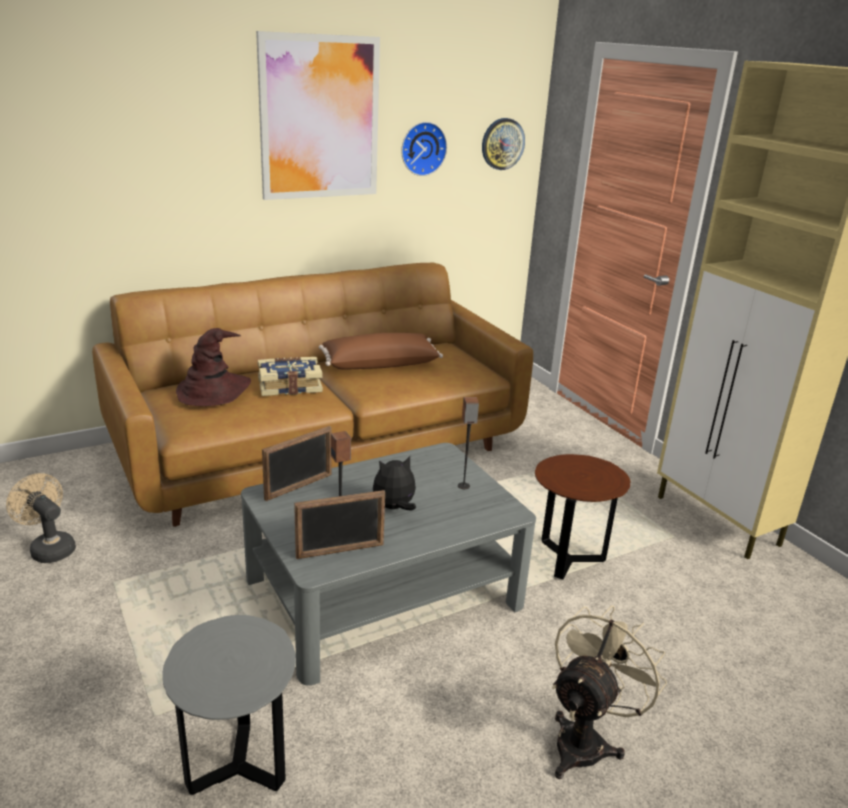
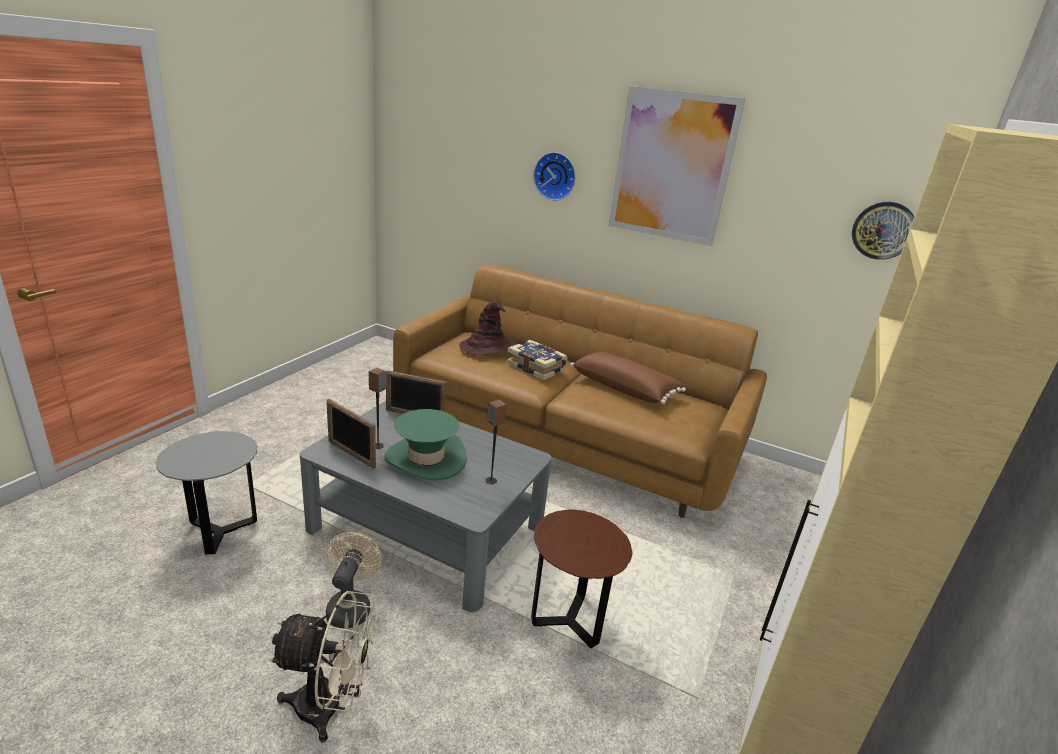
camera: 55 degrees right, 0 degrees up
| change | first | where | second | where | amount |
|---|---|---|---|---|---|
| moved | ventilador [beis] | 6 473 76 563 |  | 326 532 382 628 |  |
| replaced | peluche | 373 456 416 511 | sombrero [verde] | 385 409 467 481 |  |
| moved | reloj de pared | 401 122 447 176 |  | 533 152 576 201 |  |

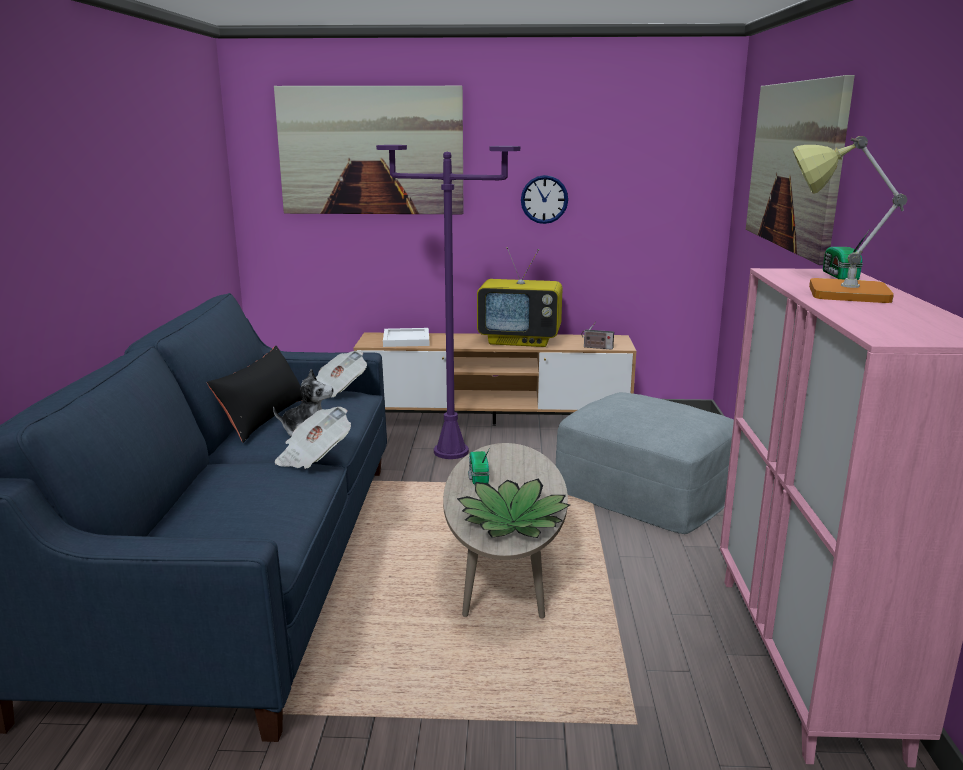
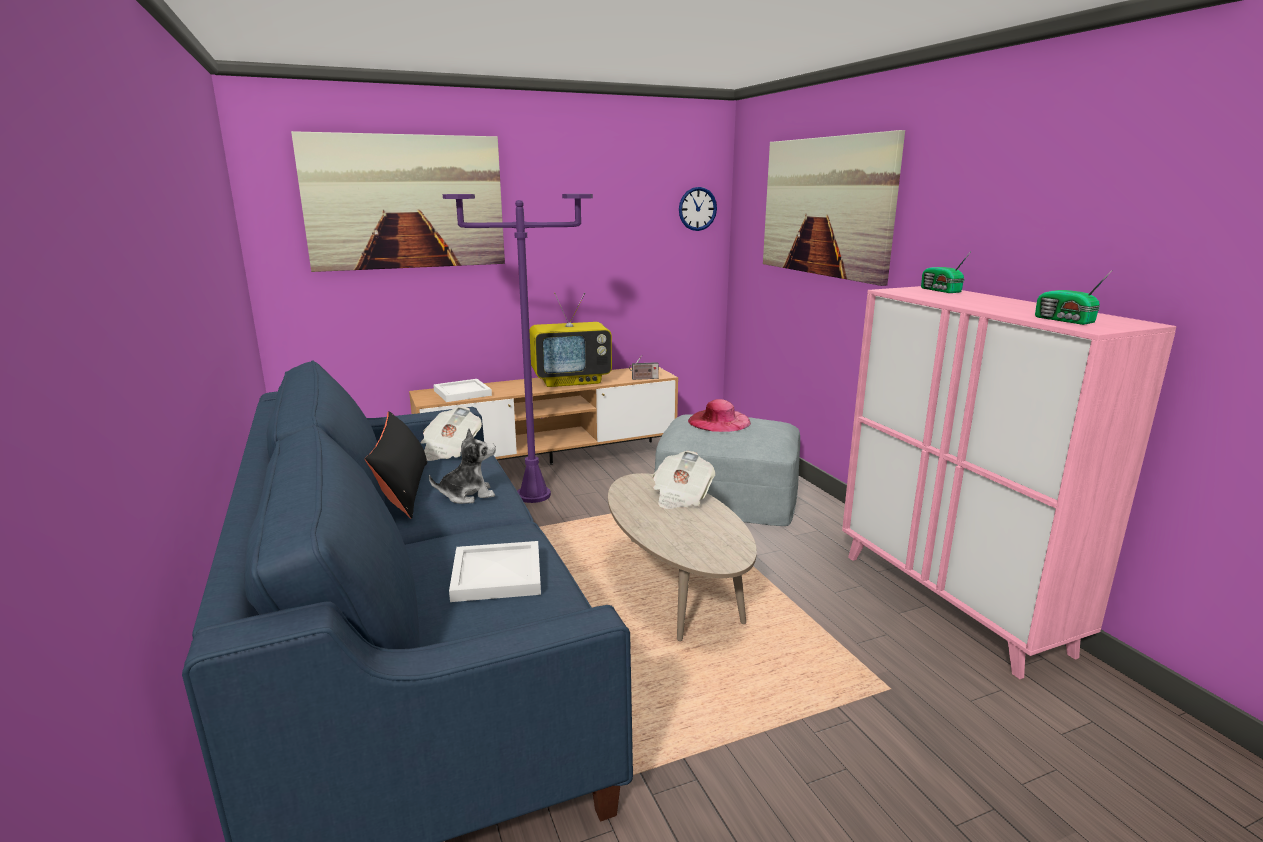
camera: 25 degrees left, 0 degrees up
| change | first | where | second | where | amount |
|---|---|---|---|---|---|
| moved | periódico | 275 407 351 469 |  | 653 451 716 509 |  |
| removed | planta en maceta | 457 479 570 538 |  |  |  |
| moved | radio | 468 449 490 485 |  | 1035 272 1111 325 |  |
| moved | reloj de pared | 521 175 568 224 |  | 679 187 717 231 |  |
| removed | lámpara de mesa | 792 136 907 303 |  |  |  |
| added |  |  | bandeja [blanco] | 449 541 541 602 |  |
| added |  |  | sombrero [rosa] | 688 399 751 432 |  |

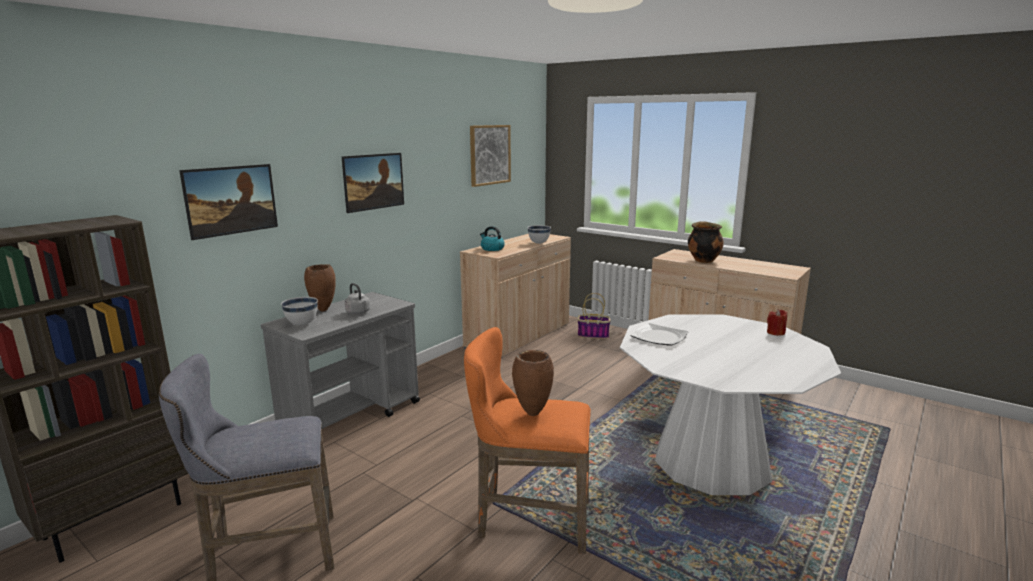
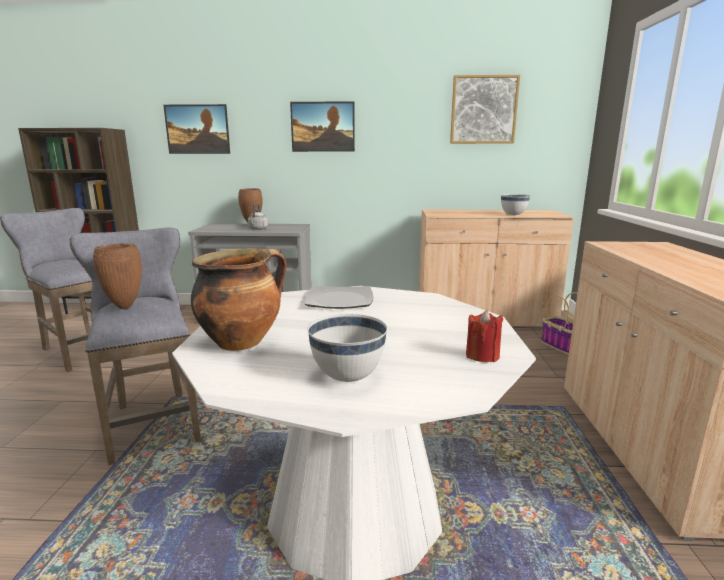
camera: 55 degrees right, 0 degrees up
| change | first | where | second | where | amount |
|---|---|---|---|---|---|
| moved | cuenco [blanco] | 281 297 318 326 |  | 308 314 387 382 |  |
| recoloured | taburete [naranja] | 464 327 591 554 | taburete [gris] | 69 228 201 465 |  |
| removed | hervidor | 480 226 505 251 |  |  |  |
| moved | olla | 688 221 724 263 |  | 191 248 287 351 |  |

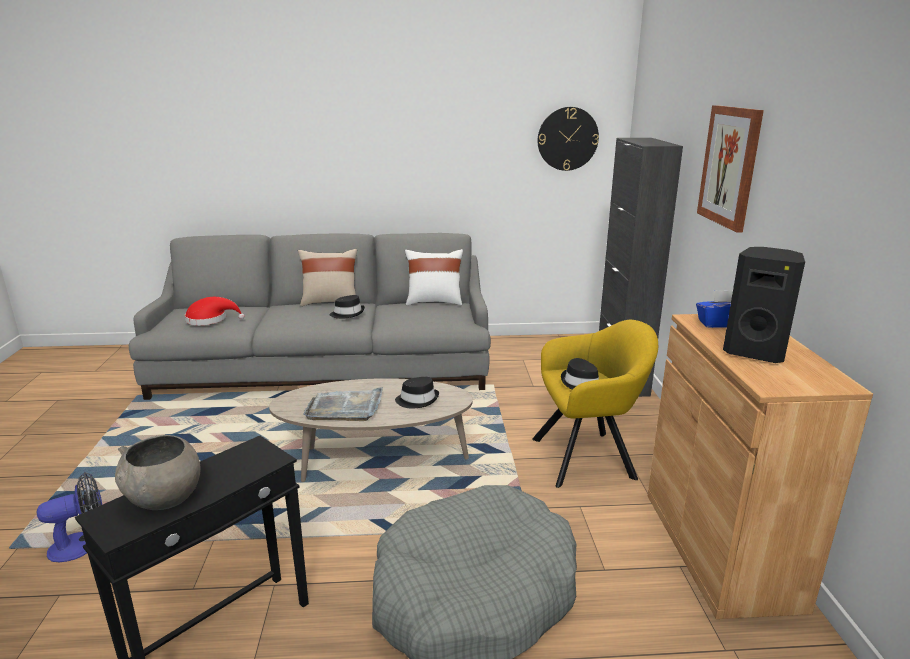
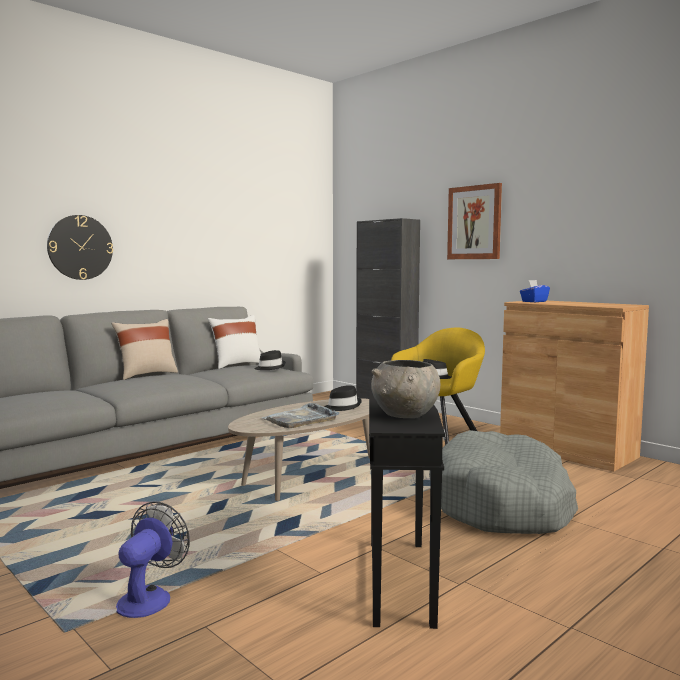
camera: 40 degrees left, 15 degrees down
| change | first | where | second | where | amount |
|---|---|---|---|---|---|
| removed | sombrero [rojo] | 185 297 245 325 |  |  |  |
| moved | sombrero [negro] | 330 295 365 319 |  | 254 350 286 370 |  |
| moved | reloj de pared | 538 107 599 171 |  | 47 215 113 280 |  |
| removed | altavoz [negro] | 723 247 805 363 |  |  |  |

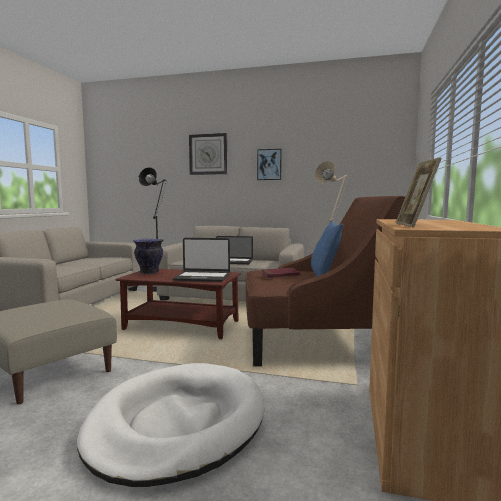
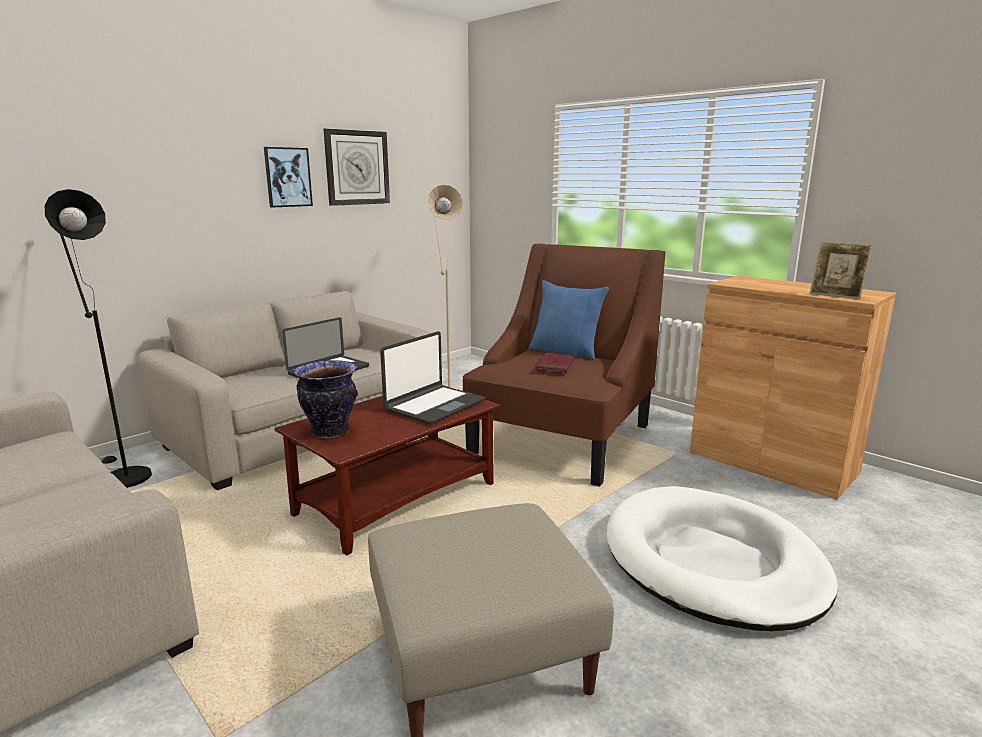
camera: 60 degrees left, 10 degrees up
| change | first | where | second | where | amount |
|---|---|---|---|---|---|
| moved | reloj de pared | 189 133 227 175 |  | 324 128 390 206 |  |

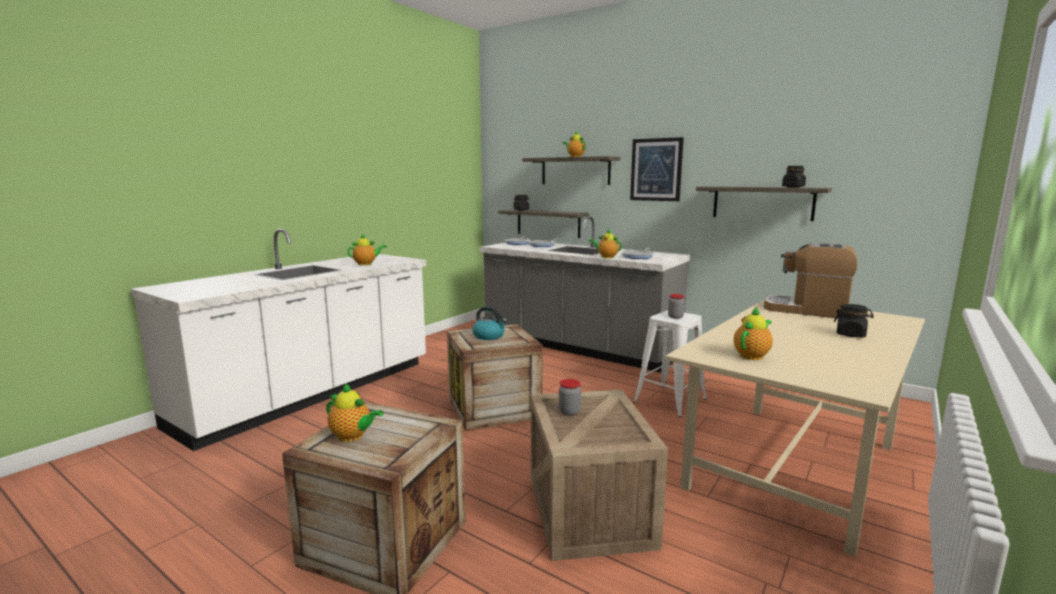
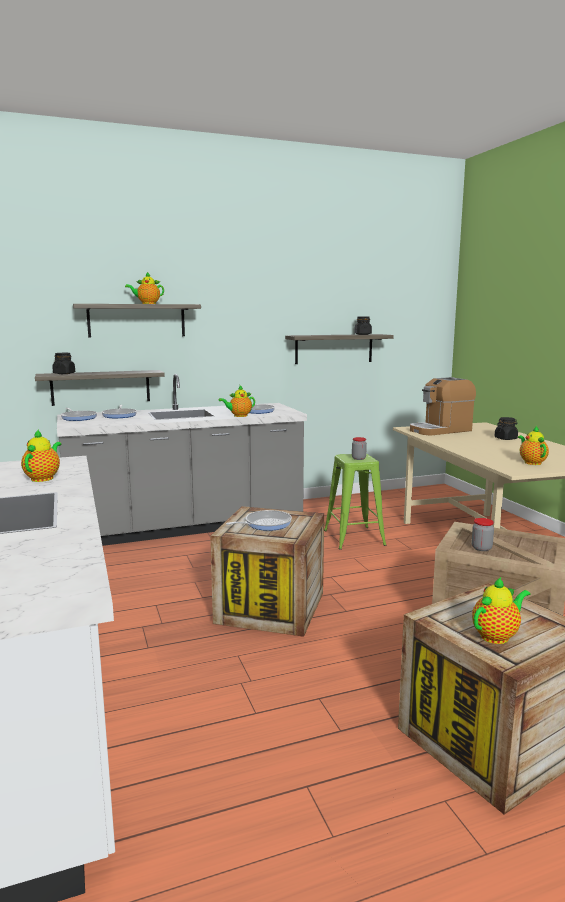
camera: 55 degrees left, 0 degrees up
| change | first | where | second | where | amount |
|---|---|---|---|---|---|
| replaced | hervidor | 472 306 507 340 | sartén | 226 510 292 531 |  |
| removed | cuadro | 630 137 684 201 |  |  |  |
| recoloured | taburete [blanco] | 633 310 707 417 | taburete [verde] | 324 454 386 550 |  |

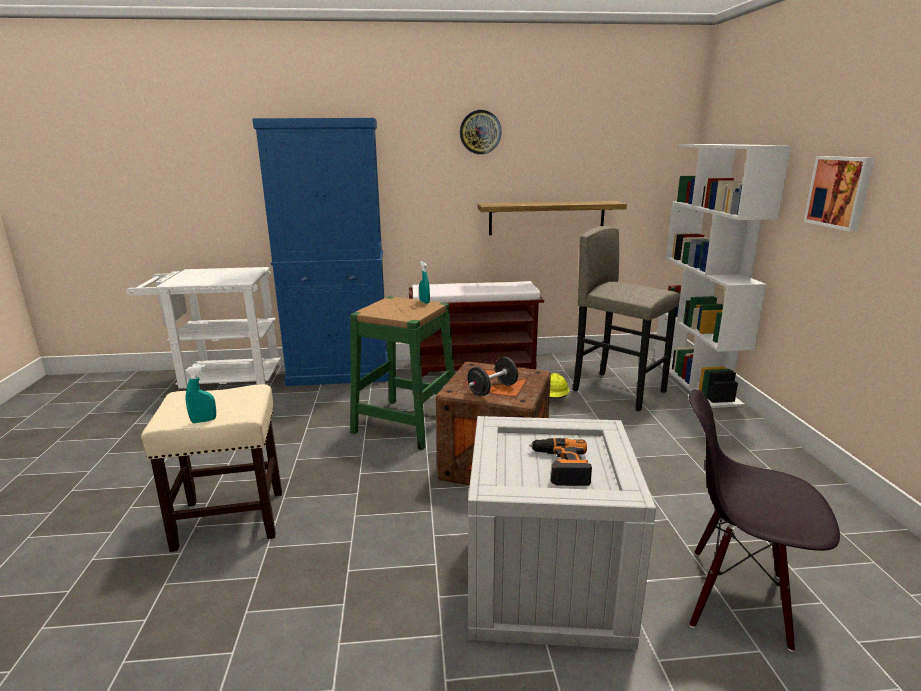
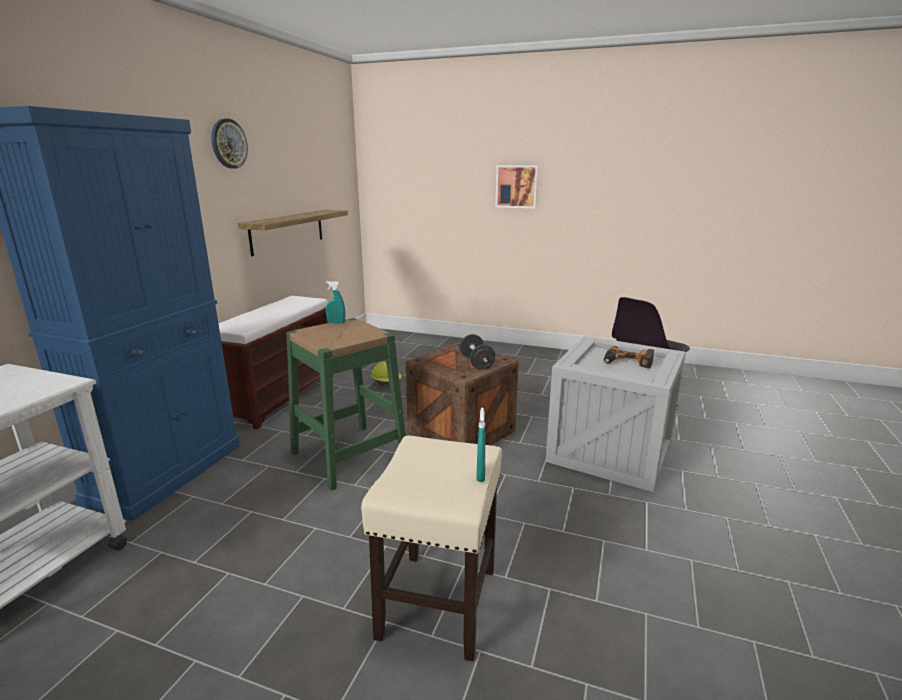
camera: 65 degrees left, 0 degrees up
| change | first | where | second | where | amount |
|---|---|---|---|---|---|
| removed | taburete [gris] | 573 226 680 411 |  |  |  |
| removed | estantería [blanco] | 654 144 792 408 |  |  |  |

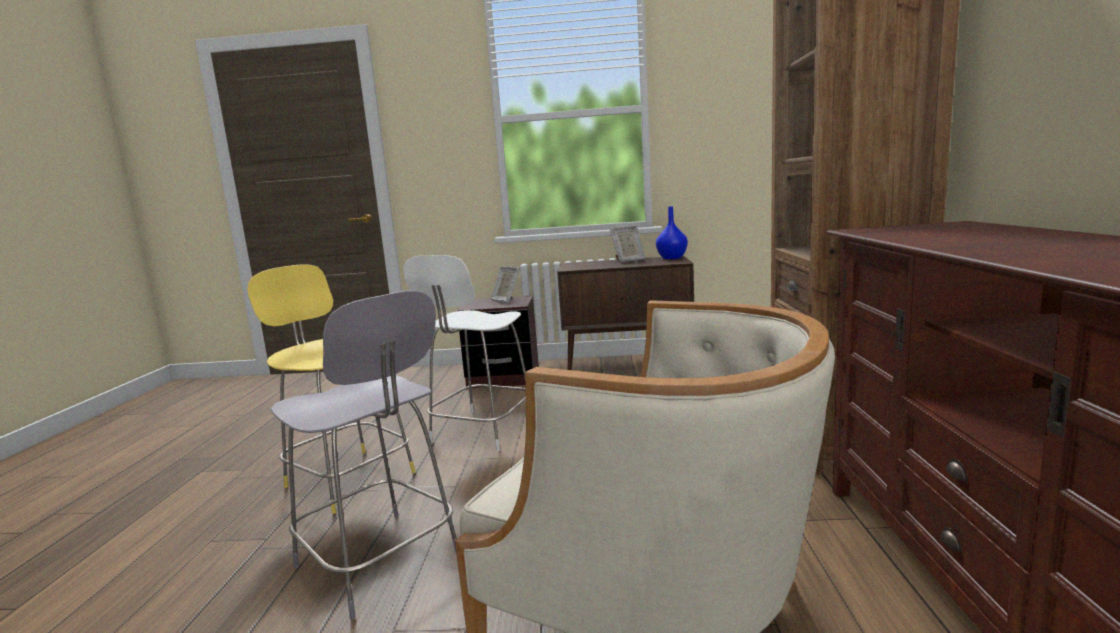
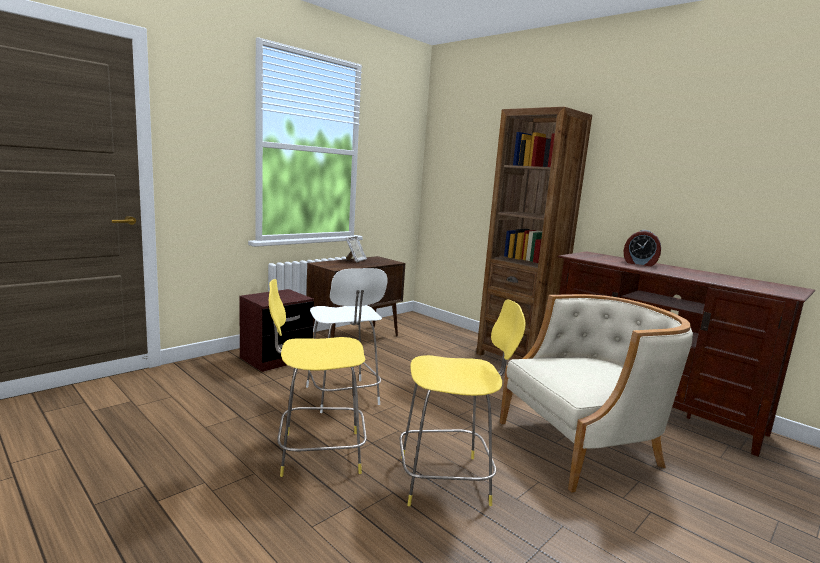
camera: 50 degrees left, 0 degrees up
| change | first | where | second | where | amount |
|---|---|---|---|---|---|
| recoloured | taburete [gris] | 271 291 457 620 | taburete [amarillo] | 399 299 526 506 |  |
| removed | portarretratos | 491 266 520 303 |  |  |  |
| removed | florero [azul] | 656 206 688 259 |  |  |  |
| added |  |  | despertador | 624 230 661 266 |  |

